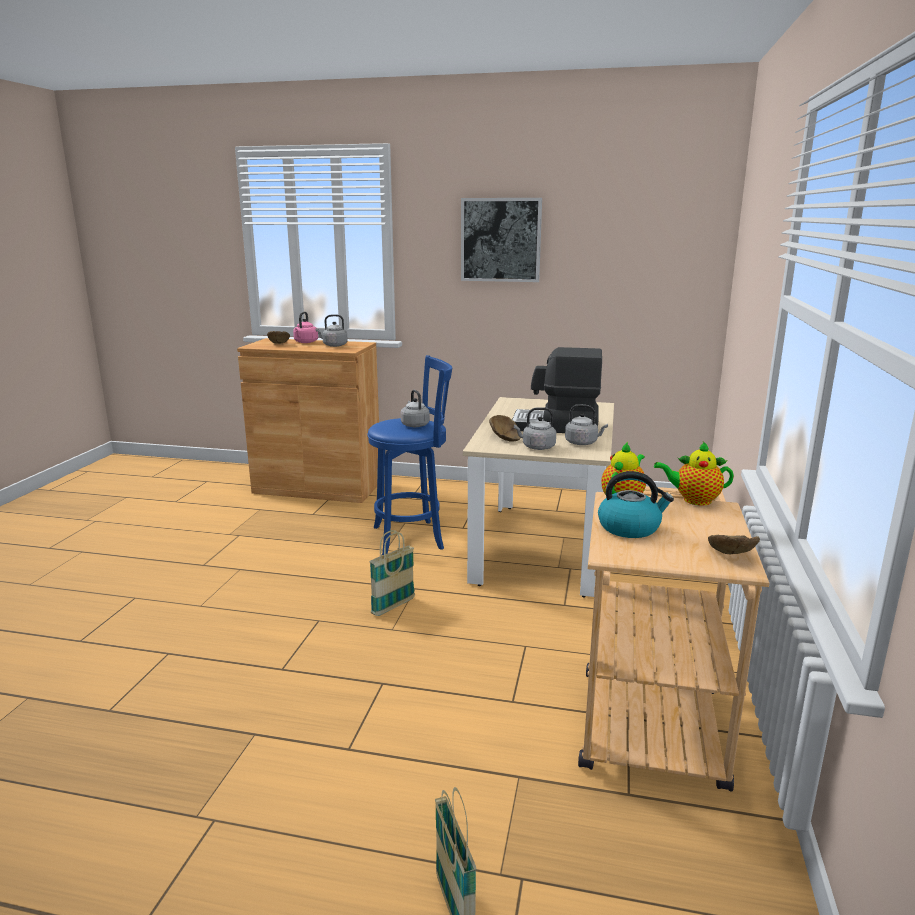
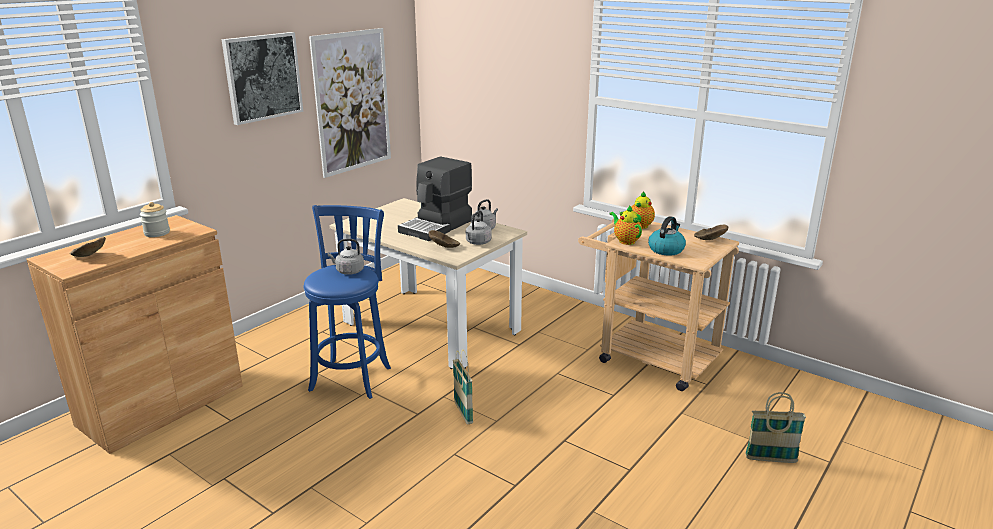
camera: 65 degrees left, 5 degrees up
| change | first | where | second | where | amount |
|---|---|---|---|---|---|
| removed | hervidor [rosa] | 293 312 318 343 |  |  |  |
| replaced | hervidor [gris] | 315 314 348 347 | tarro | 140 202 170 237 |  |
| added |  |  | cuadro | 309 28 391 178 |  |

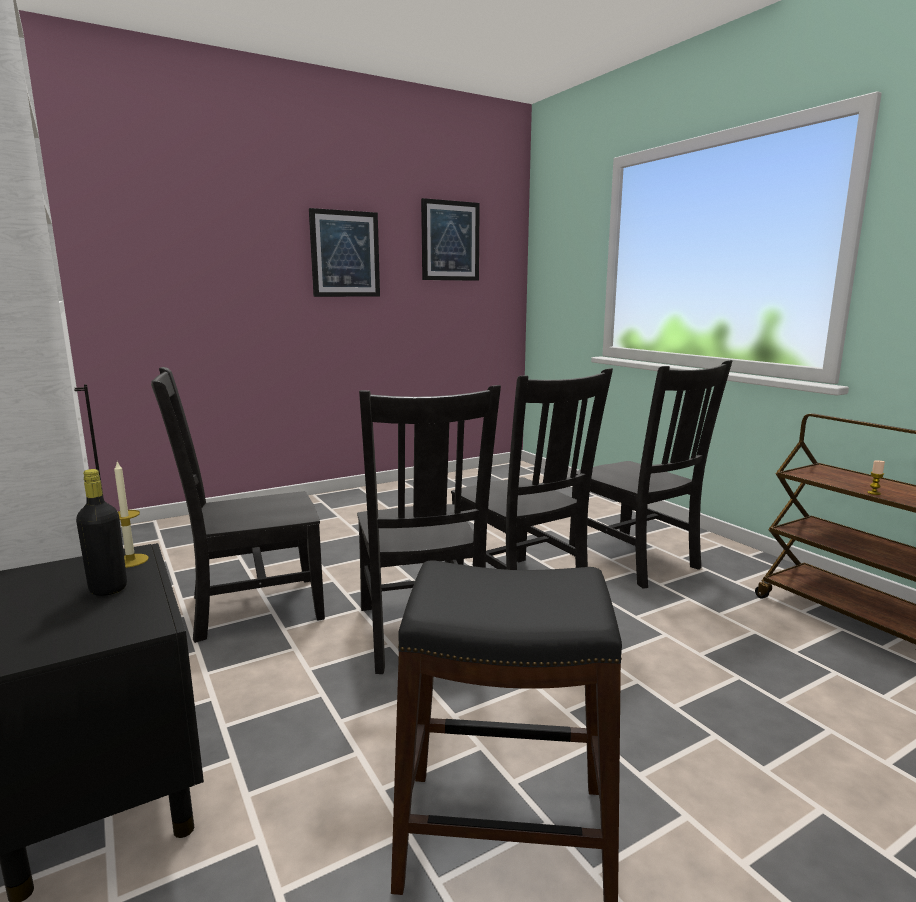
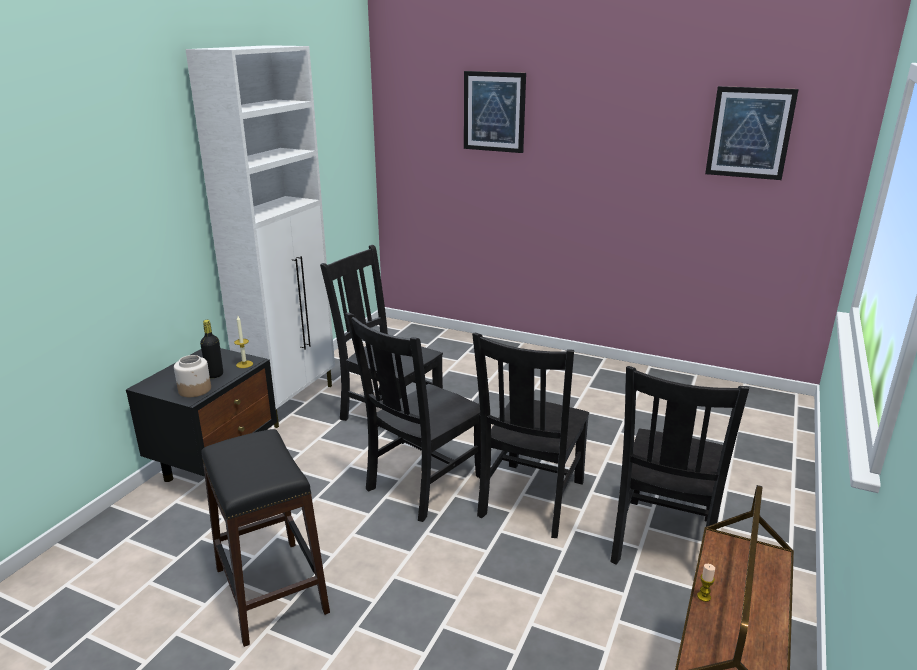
camera: 55 degrees right, 10 degrees up
| change | first | where | second | where | amount |
|---|---|---|---|---|---|
| moved | cuadro | 309 208 380 297 |  | 464 71 526 153 |  |
| added |  |  | tarro | 174 355 211 397 |  |

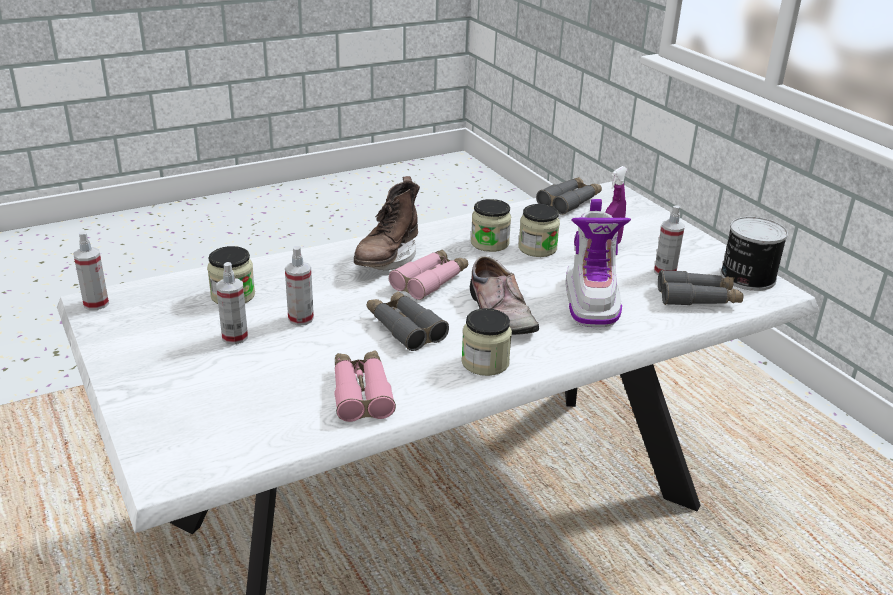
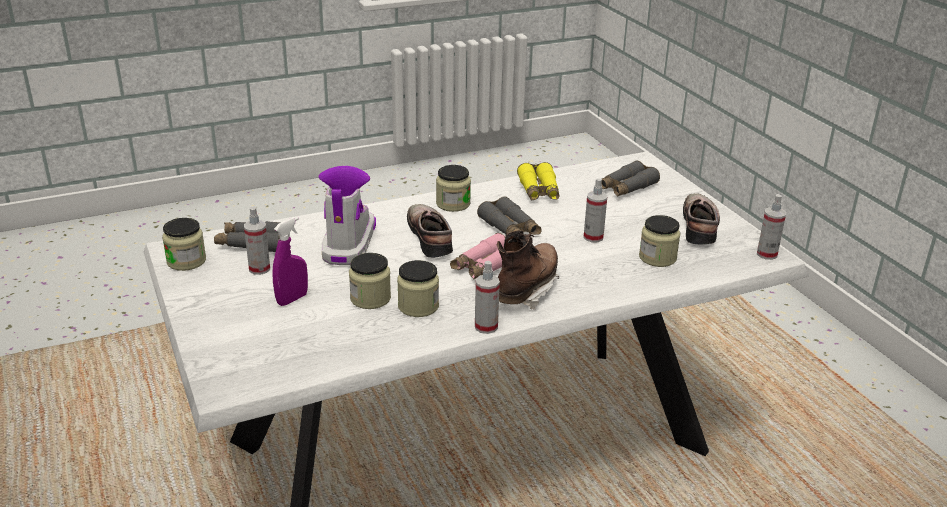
camera: 175 degrees left, 0 degrees up
| change | first | where | second | where | amount |
|---|---|---|---|---|---|
| moved | pulverizador | 216 262 248 344 |  | 475 261 500 334 |  |
| recoloured | prismáticos [rosa] | 334 350 396 422 | prismáticos [amarillo] | 517 162 560 200 |  |
| moved | prismáticos [gris] | 536 177 602 215 |  | 601 161 660 197 |  |
| replaced | lata | 720 217 788 291 | tarro | 162 218 206 271 |  |
| added |  |  | zapato | 683 193 720 244 |  |

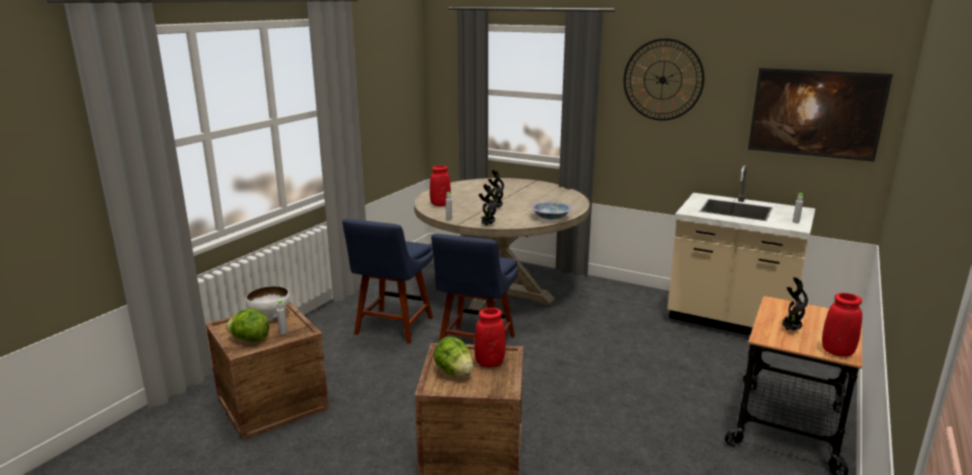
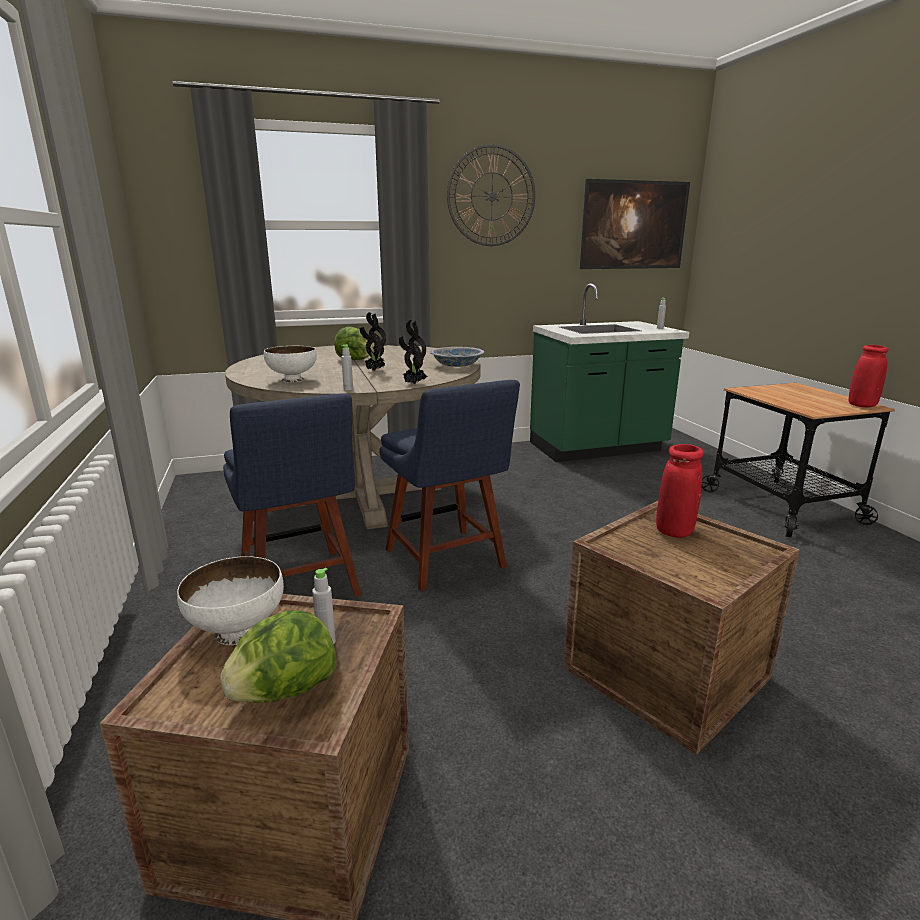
camera: 45 degrees left, 0 degrees up
| change | first | where | second | where | amount |
|---|---|---|---|---|---|
| replaced | florero [rojo] | 430 166 451 206 | cuenco [blanco] | 264 346 317 382 |  |
| moved | lechuga | 434 337 473 377 |  | 335 327 374 360 |  |
| recoloured | mueble bajo de cocina [beis] | 667 165 815 335 | mueble bajo de cocina [verde] | 530 283 689 462 |  |
| removed | planta en maceta | 783 277 808 331 |  |  |  |

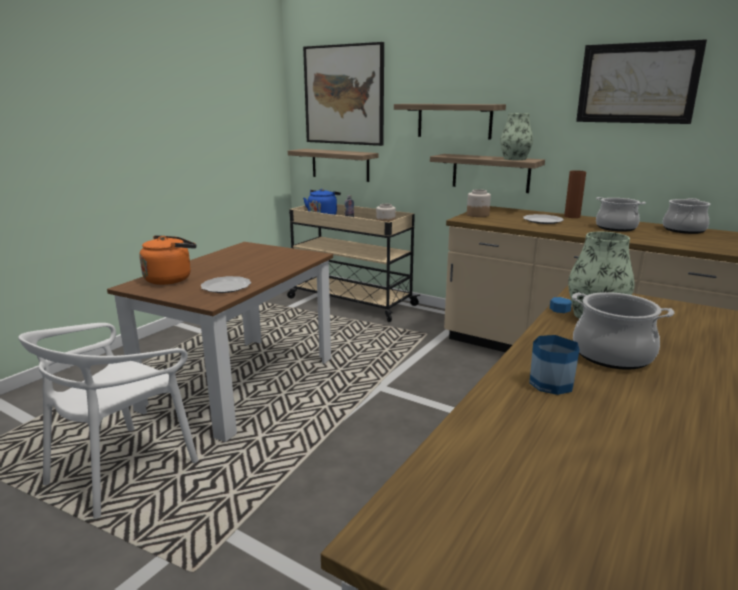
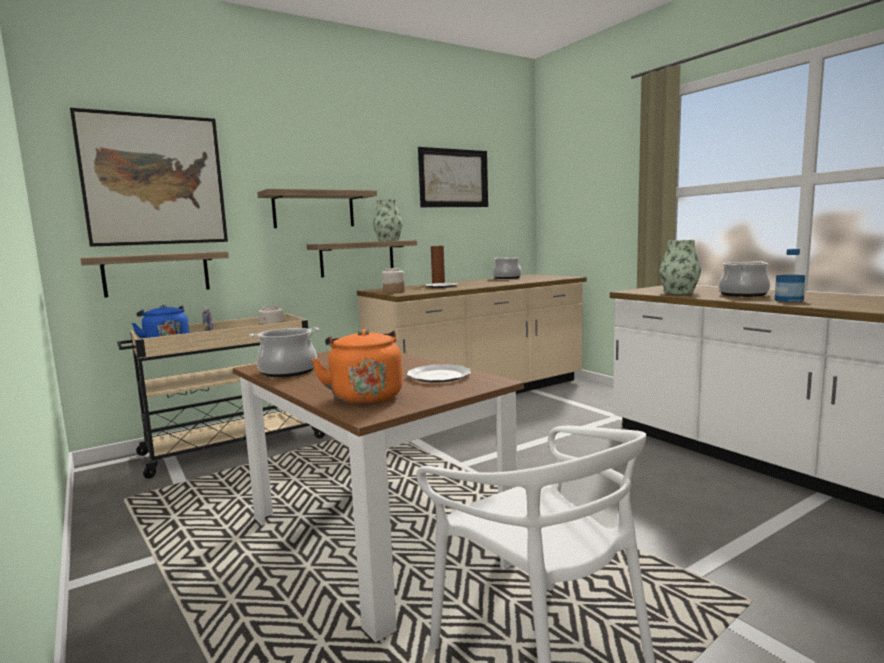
camera: 65 degrees left, 10 degrees down
| change | first | where | second | where | amount |
|---|---|---|---|---|---|
| moved | olla | 596 197 646 232 |  | 249 327 319 377 |  |

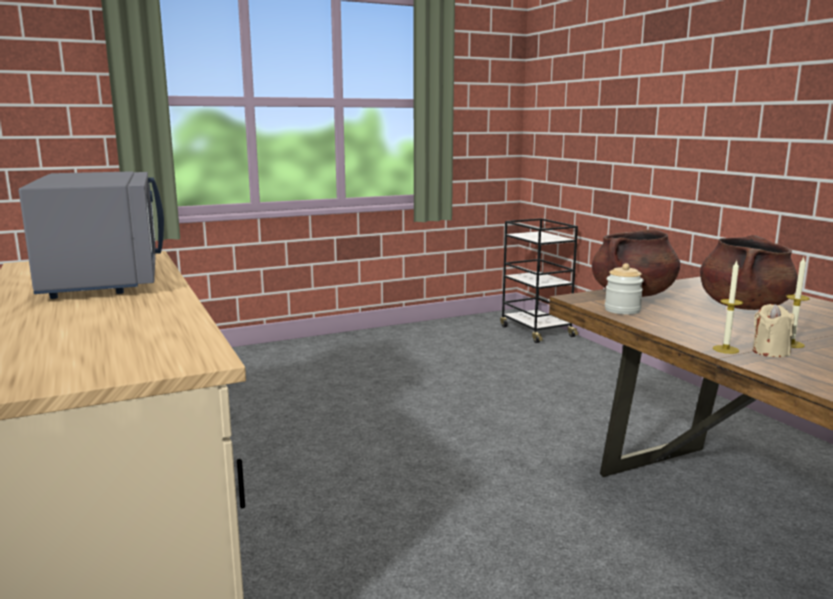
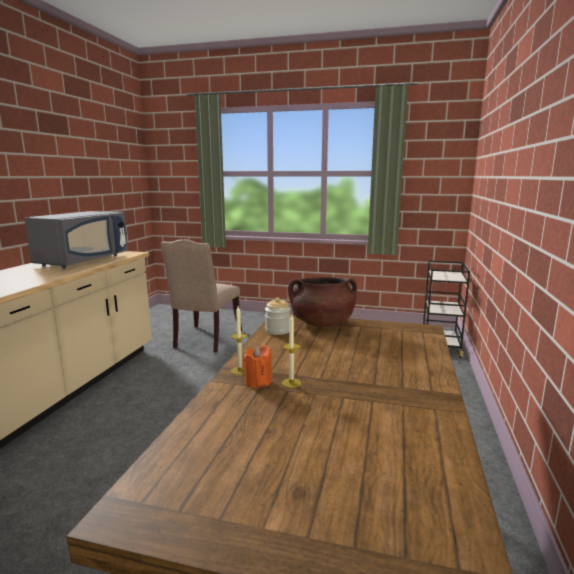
camera: 40 degrees right, 0 degrees up
| change | first | where | second | where | amount |
|---|---|---|---|---|---|
| removed | olla [marrón] | 700 235 798 310 |  |  |  |
| recoloured | vela [beis] | 753 304 795 357 | vela [naranja] | 242 345 272 389 |  |
| added |  |  | silla [beis] | 161 239 242 352 |  |

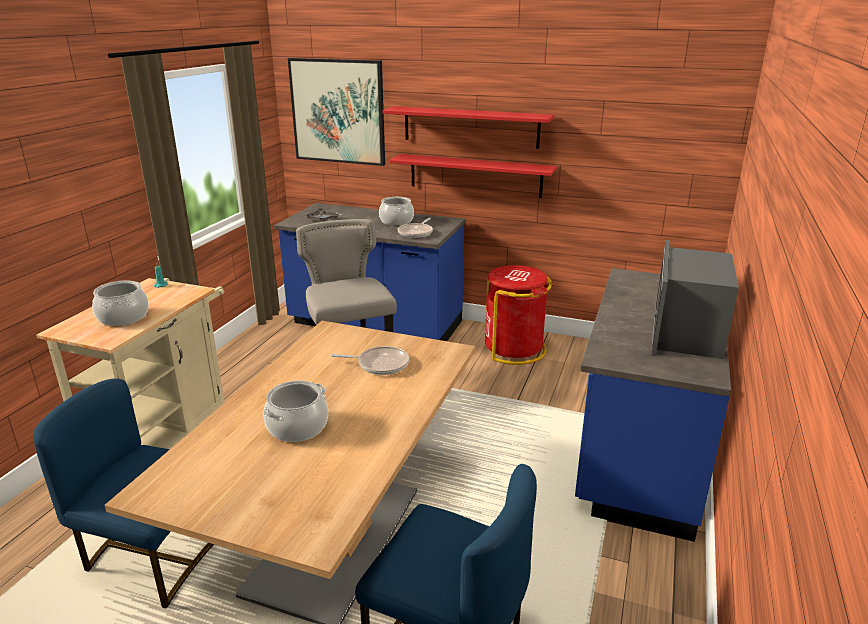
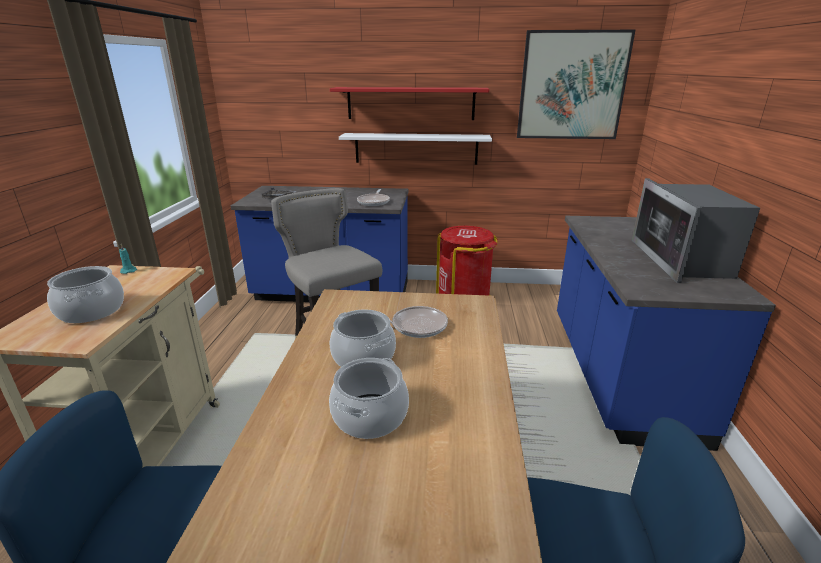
camera: 15 degrees left, 0 degrees up
| change | first | where | second | where | amount |
|---|---|---|---|---|---|
| moved | cuadro | 288 58 385 166 |  | 517 30 635 139 |  |
| moved | olla | 379 197 414 225 |  | 330 309 396 367 |  |
| recoloured | estante [rojo] | 390 154 557 198 | estante [blanco] | 339 133 492 165 |  |

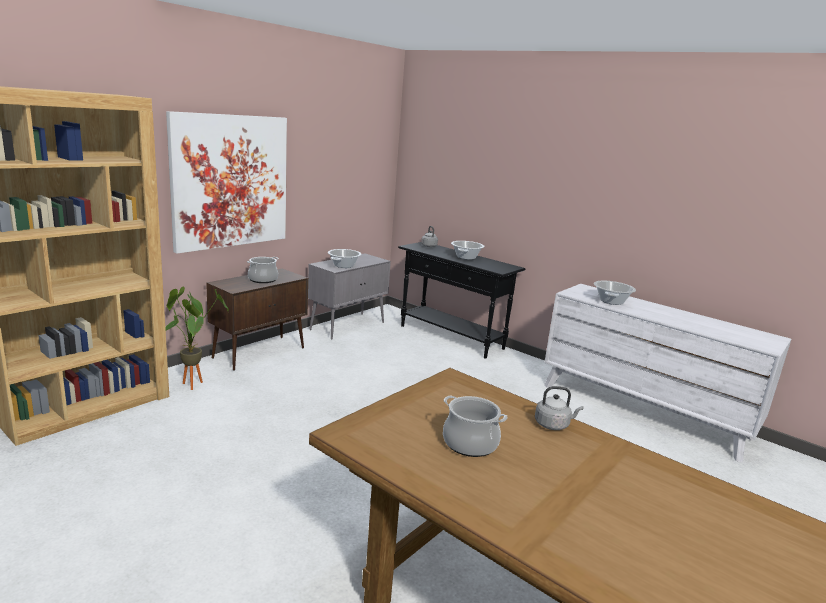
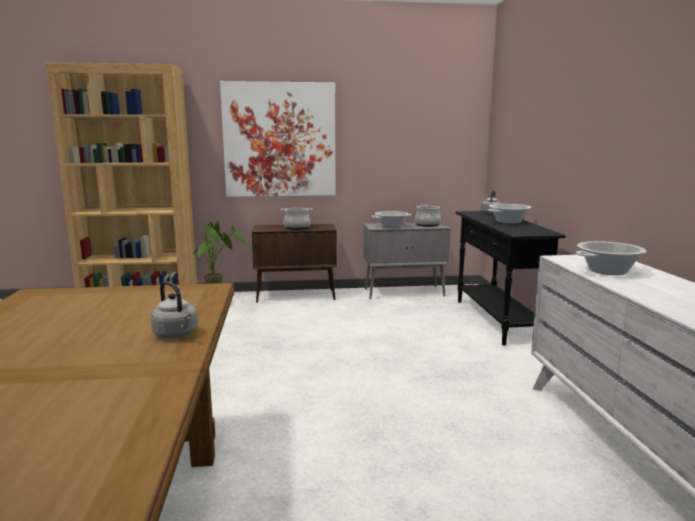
camera: 45 degrees right, 5 degrees down
| change | first | where | second | where | amount |
|---|---|---|---|---|---|
| moved | olla | 443 395 507 457 |  | 415 205 441 227 |  |

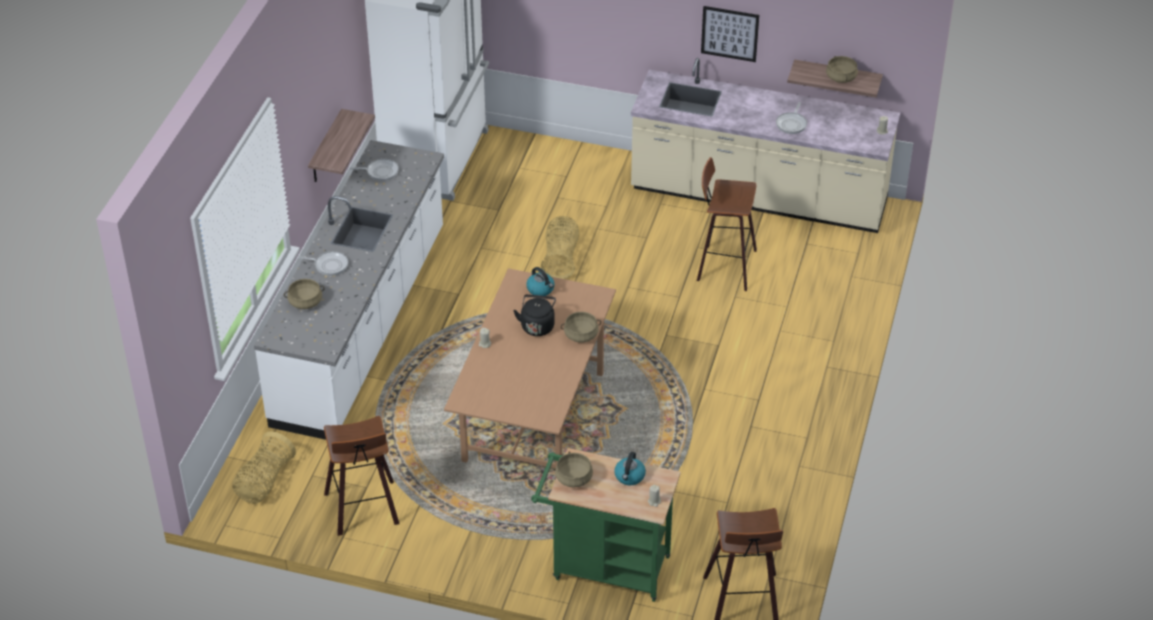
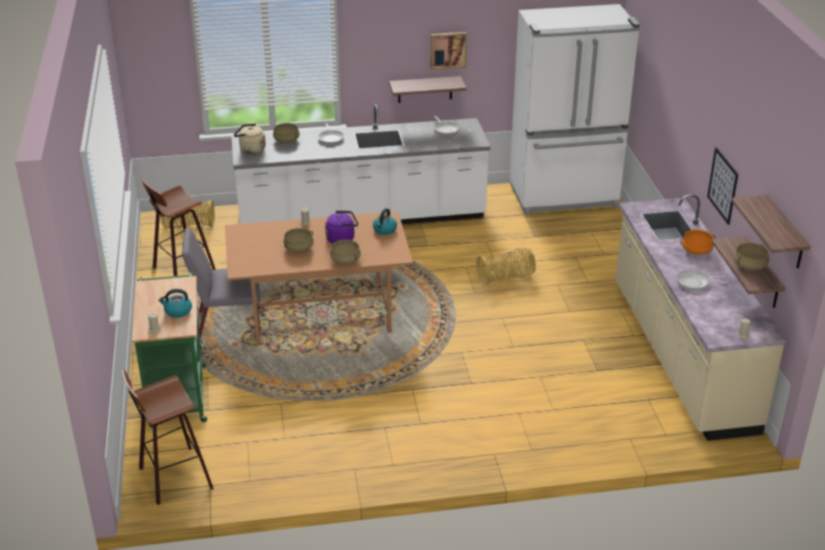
camera: 65 degrees right, 10 degrees down
| change | first | where | second | where | amount |
|---|---|---|---|---|---|
| recoloured | hervidor [negro] | 513 294 556 336 | hervidor [morado] | 325 211 358 244 |  |
| moved | olla [beis] | 555 451 593 488 |  | 283 228 314 252 |  |
| removed | taburete | 697 157 757 291 |  |  |  |
| added |  |  | silla [gris] | 182 227 261 338 |  |
| added |  |  | hervidor [beis] | 234 124 266 154 |  |
| added |  |  | cuadro | 430 32 467 70 |  |
| added |  |  | olla [naranja] | 680 230 715 255 |  |
| added |  |  | estante | 731 195 811 268 |  |

